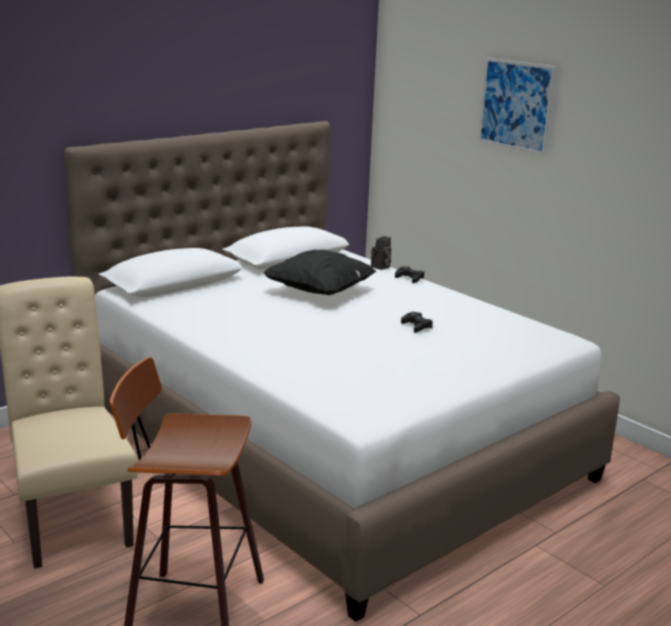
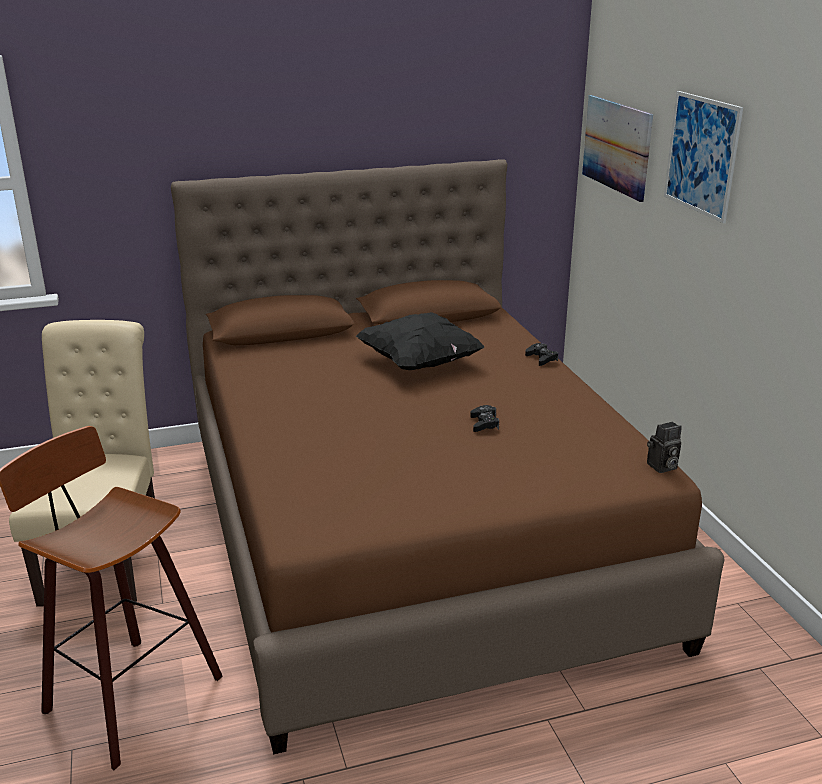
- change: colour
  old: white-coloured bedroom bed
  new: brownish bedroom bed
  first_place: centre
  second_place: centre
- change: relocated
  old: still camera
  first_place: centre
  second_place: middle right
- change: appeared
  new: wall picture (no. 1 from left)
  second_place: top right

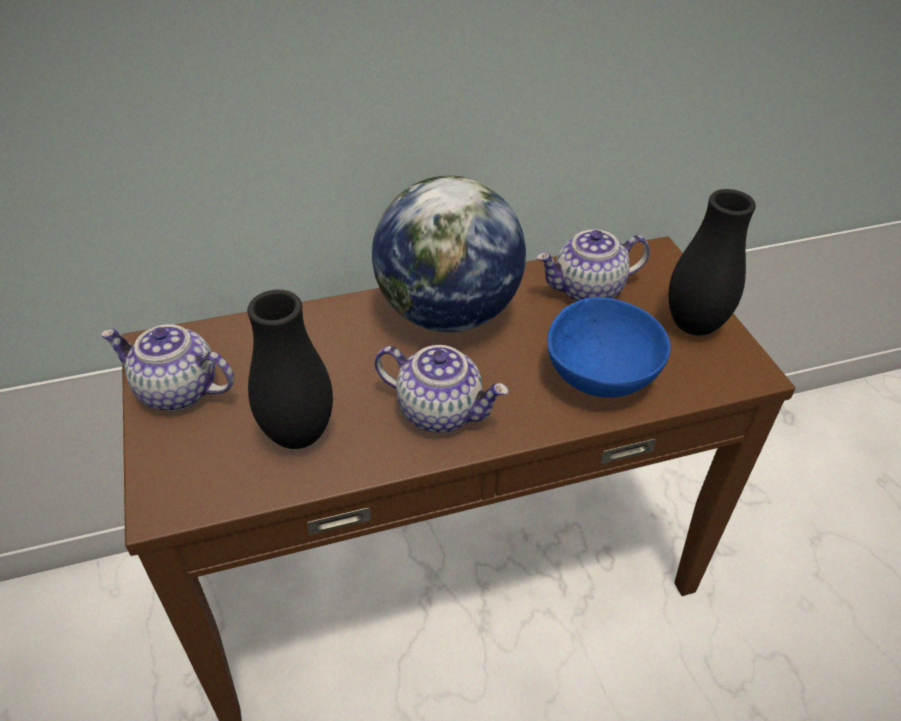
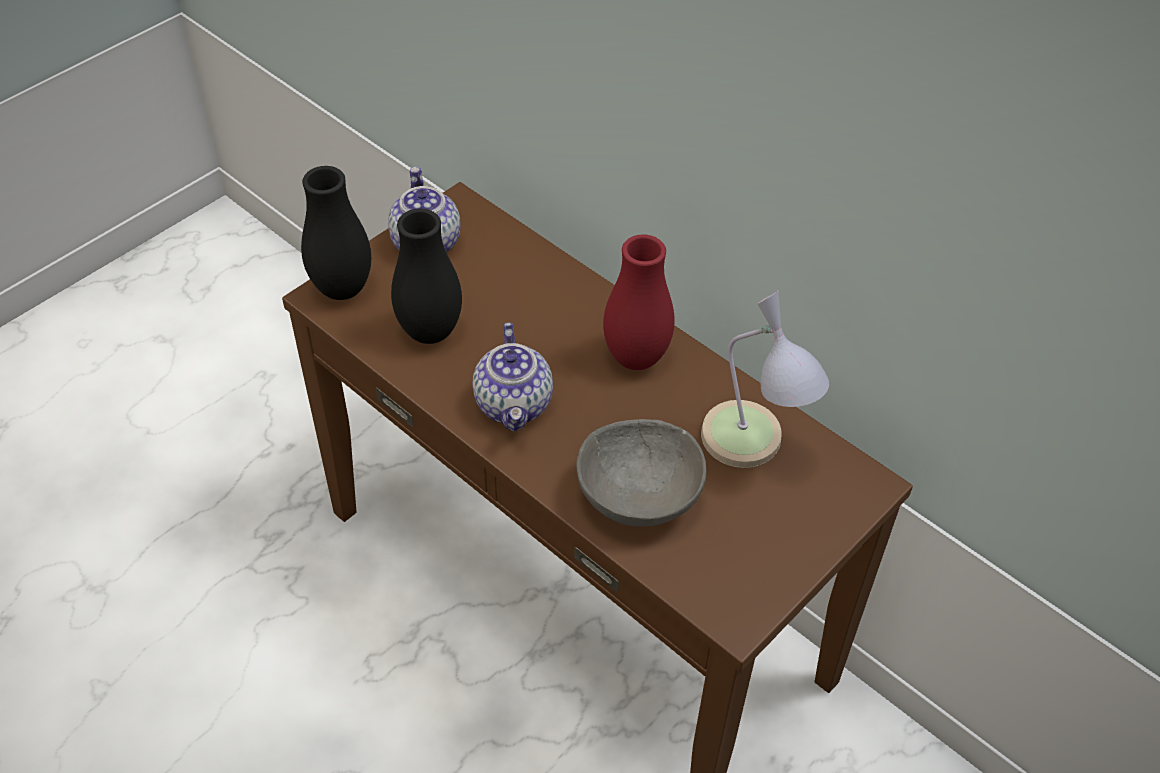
- change: exchanged
  old: world globe
  new: reddish vase
  first_place: centre
  second_place: centre
- change: relocated
  old: black vase (no. 2 from left in the first image)
  new: black vase (no. 1 from left)
  first_place: middle right
  second_place: top left
- change: exchanged
  old: pot for tea (no. 3 from left)
  new: tabletop lamp
  first_place: centre
  second_place: centre
- change: colour
  old: blue bowl
  new: greyish bowl
  first_place: middle right
  second_place: centre

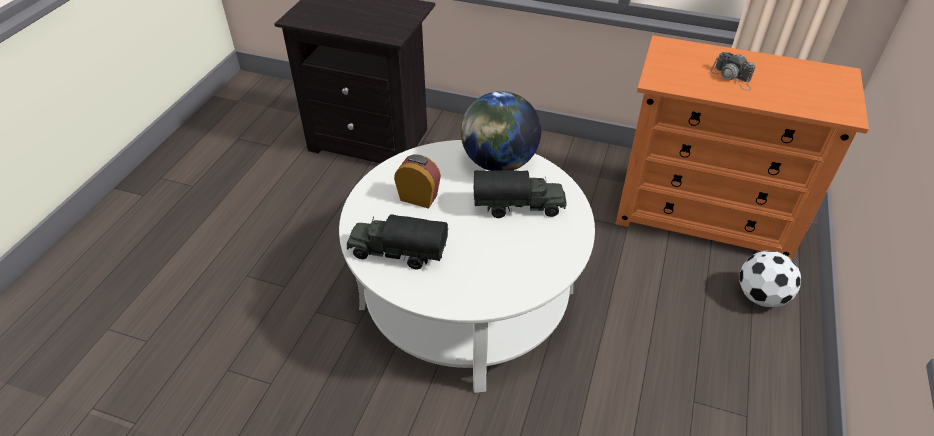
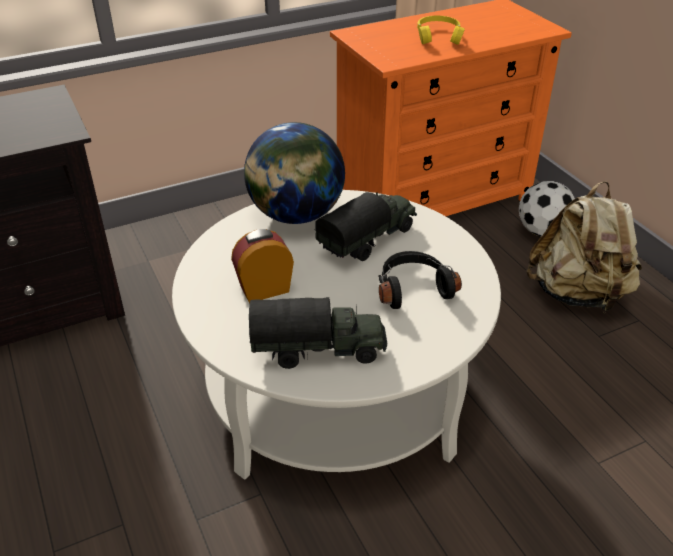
- change: exchanged
  old: still camera
  new: yellow pair of headphones
  first_place: top right
  second_place: top centre
- change: spun
  old: toy truck (no. 1 from left)
  first_place: centre
  second_place: centre
  degrees: -150
- change: appeared
  new: beige backpack
  second_place: middle right
- change: appeared
  new: black pair of headphones
  second_place: centre

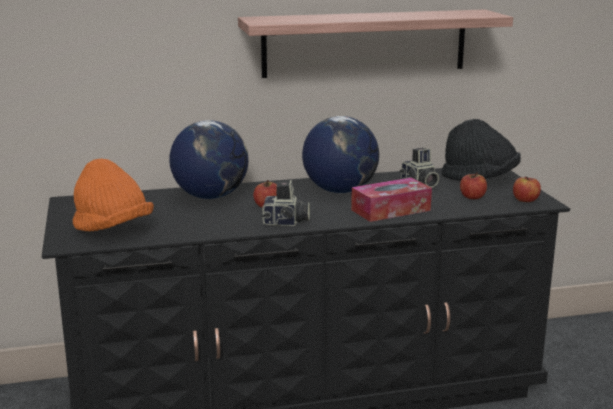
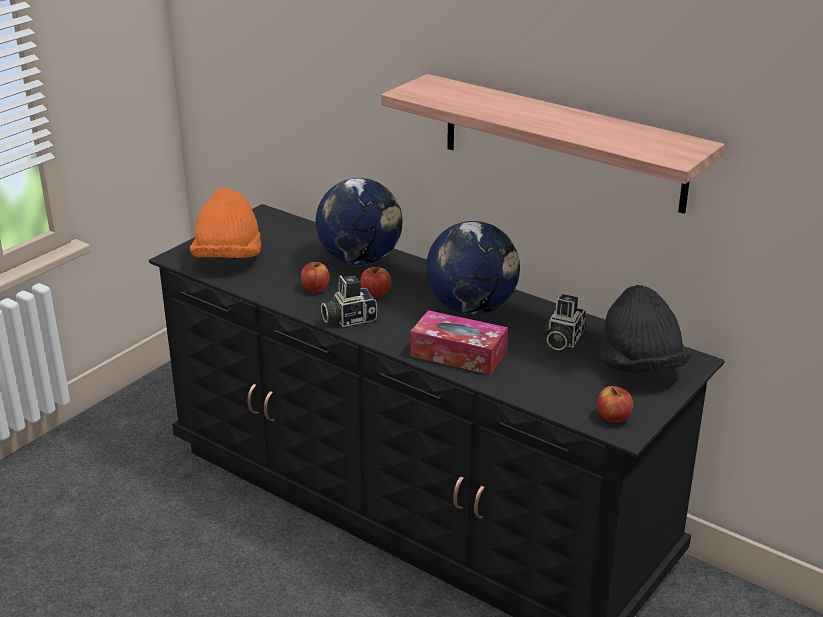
- change: relocated
  old: whole apple (no. 2 from left in the first image)
  new: whole apple (no. 1 from left)
  first_place: middle right
  second_place: centre
- change: spun
  old: still camera (no. 1 from left)
  first_place: centre
  second_place: centre
  degrees: 105

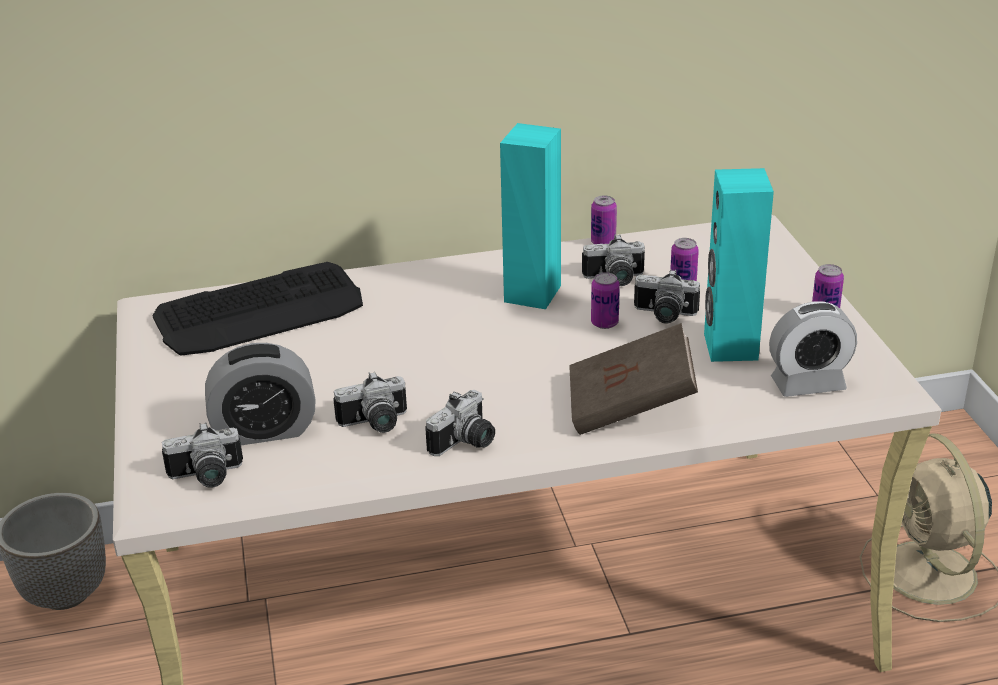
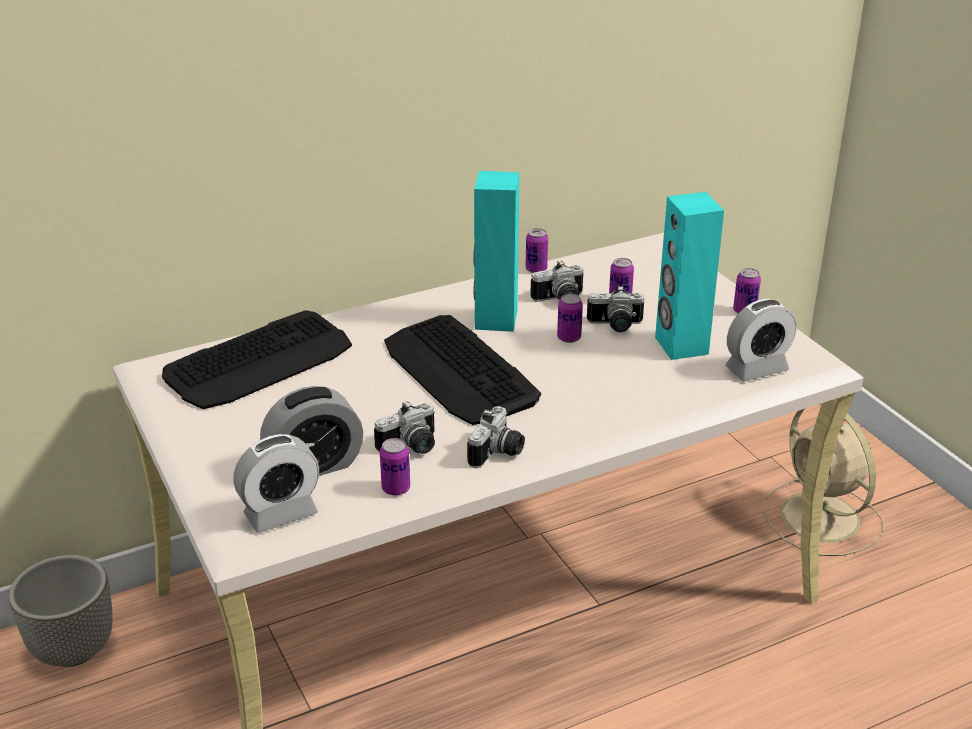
- change: missing
  old: brownish volume
  first_place: centre
- change: exchanged
  old: still camera (no. 1 from left)
  new: alarm clock (no. 1 from left)
  first_place: middle left
  second_place: middle left
- change: appeared
  new: keyboard (no. 2 from left)
  second_place: centre
- change: appeared
  new: metal can (no. 1 from left)
  second_place: centre

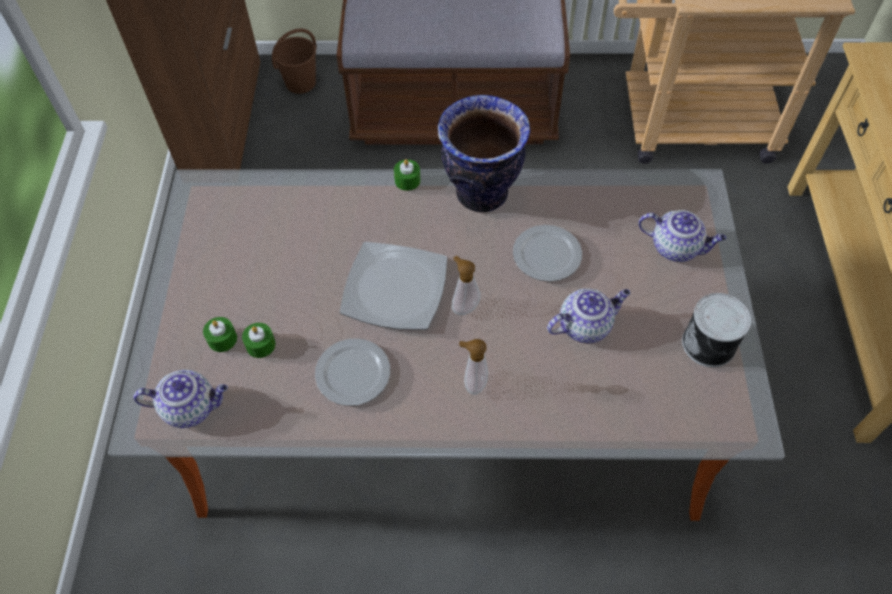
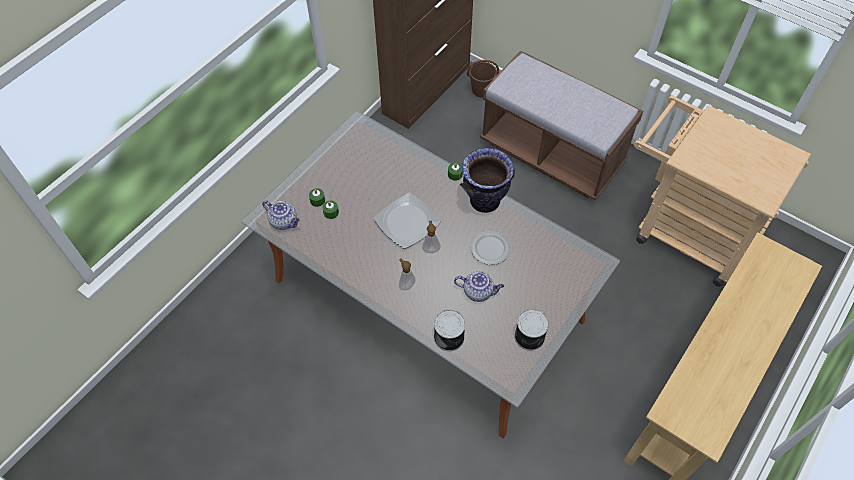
- change: missing
  old: pot for tea (no. 3 from left)
  first_place: middle right
- change: missing
  old: dinner plate (no. 1 from left)
  first_place: centre
- change: appeared
  new: metal can (no. 1 from left)
  second_place: bottom centre

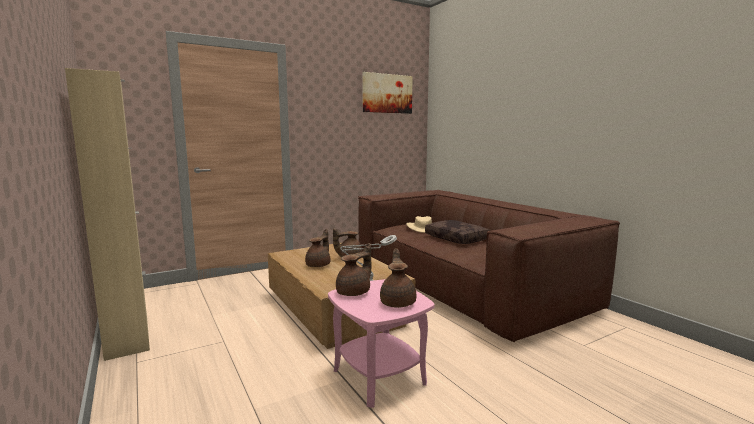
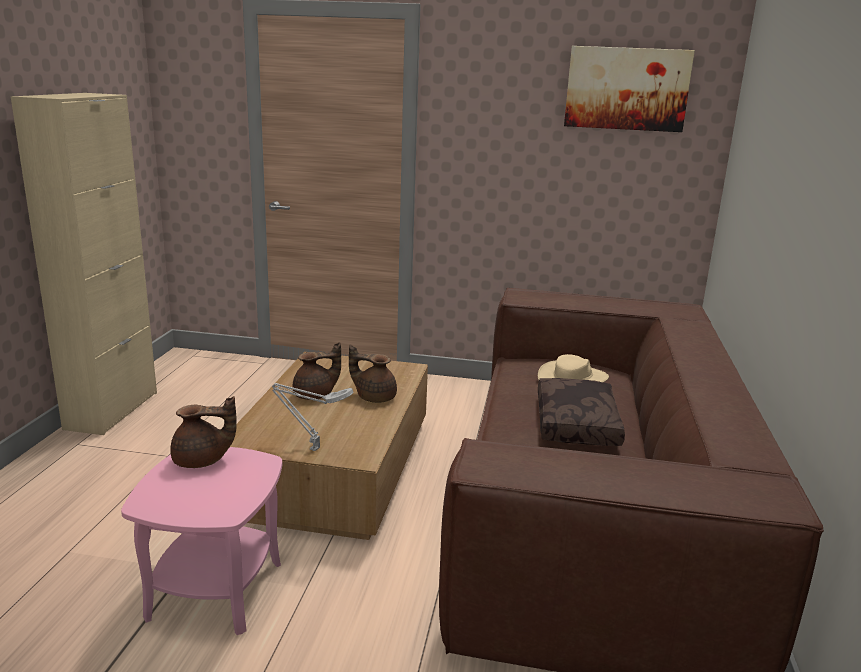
- change: missing
  old: brownish pot for tea (no. 4 from left)
  first_place: centre

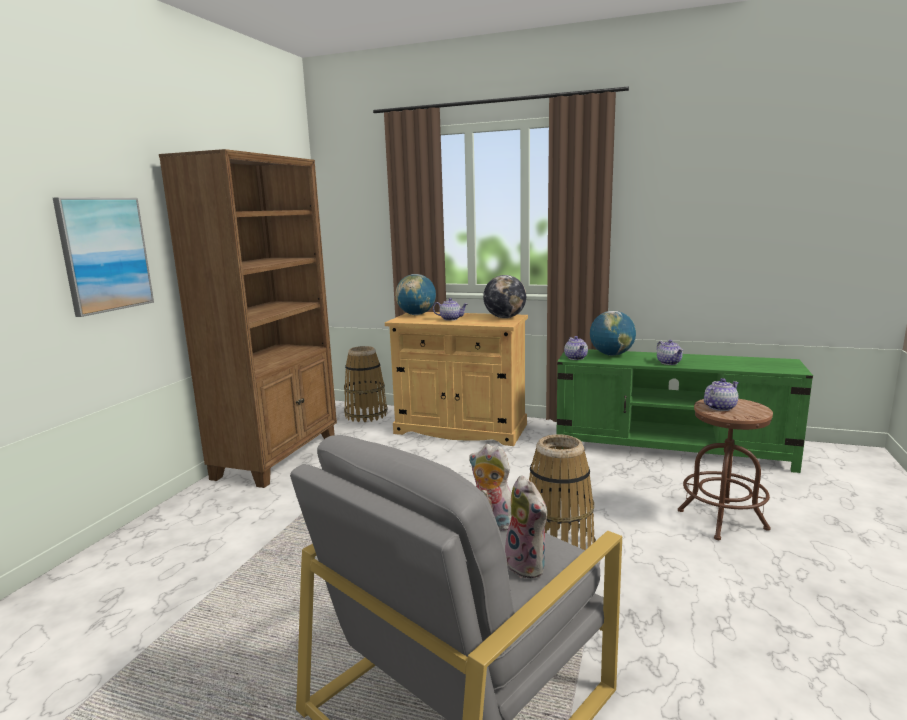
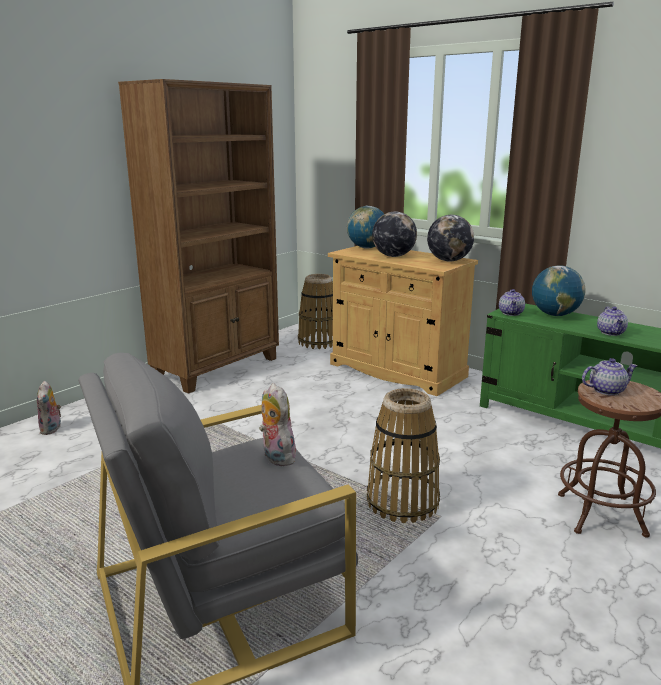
- change: missing
  old: wall picture
  first_place: middle left
- change: exchanged
  old: pot for tea (no. 1 from left)
  new: world globe (no. 2 from left)
  first_place: centre
  second_place: centre
- change: relocated
  old: plush toy (no. 2 from left in the first image)
  new: plush toy (no. 1 from left)
  first_place: bottom centre
  second_place: middle left

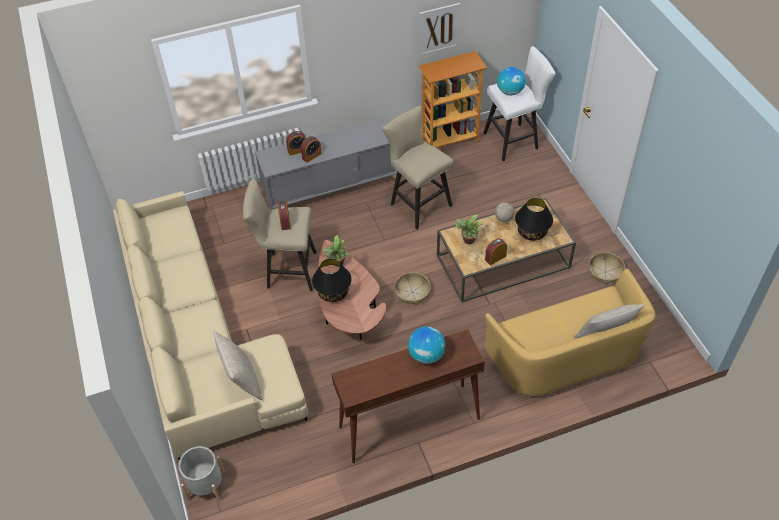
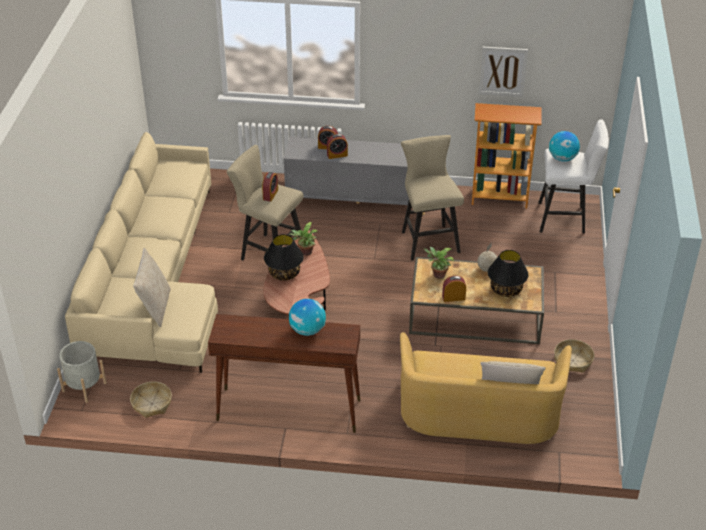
- change: relocated
  old: storage basket (no. 1 from left)
  first_place: centre
  second_place: bottom left

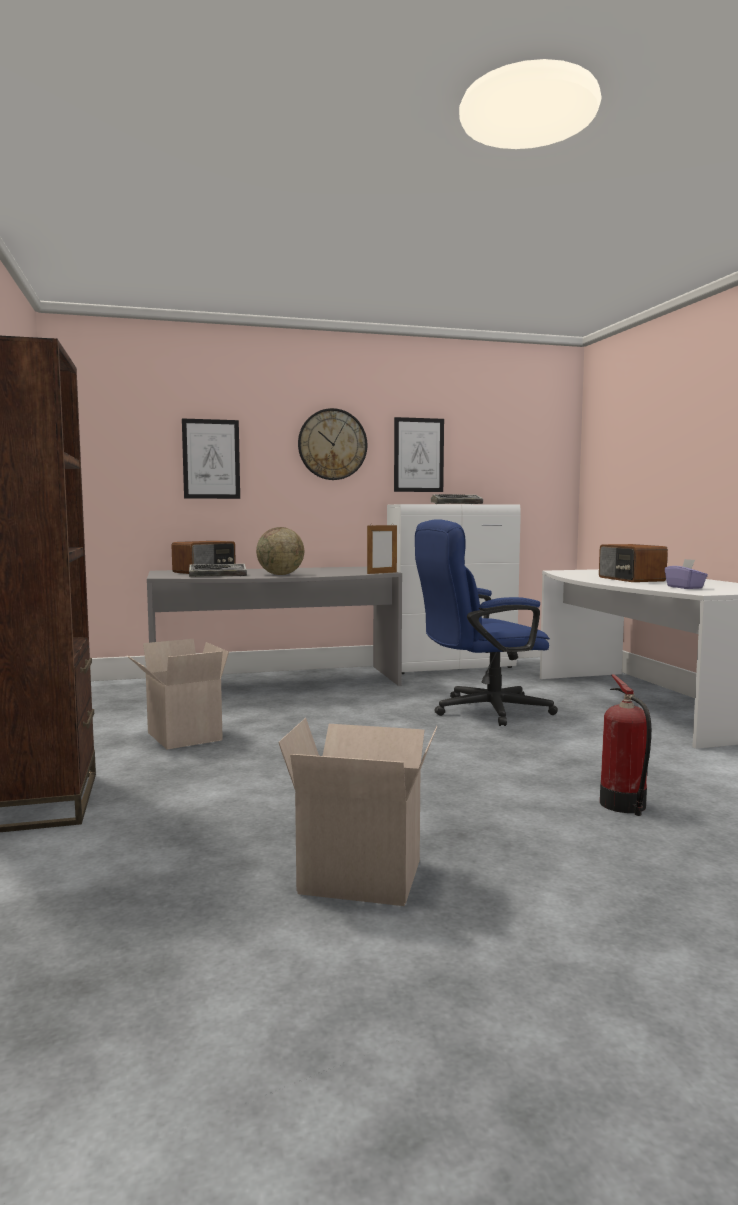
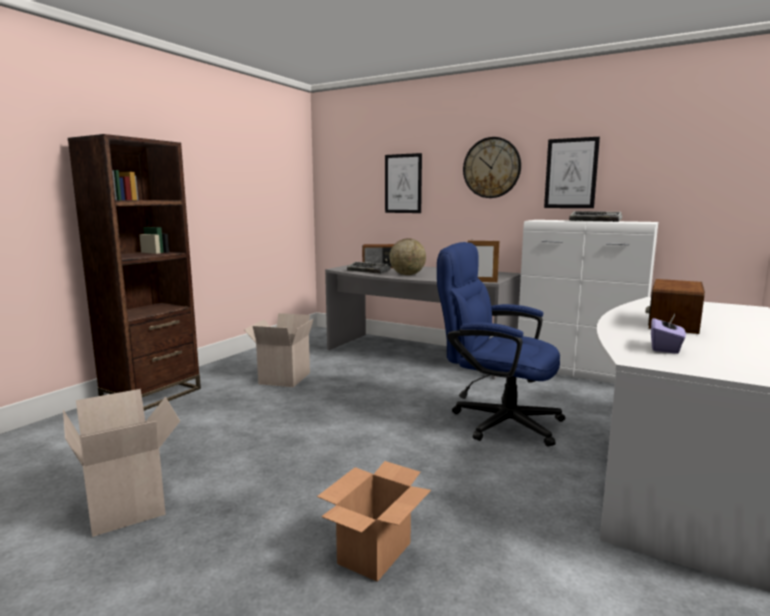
- change: exchanged
  old: fire extinguisher
  new: carton (no. 3 from left)
  first_place: middle right
  second_place: bottom centre

